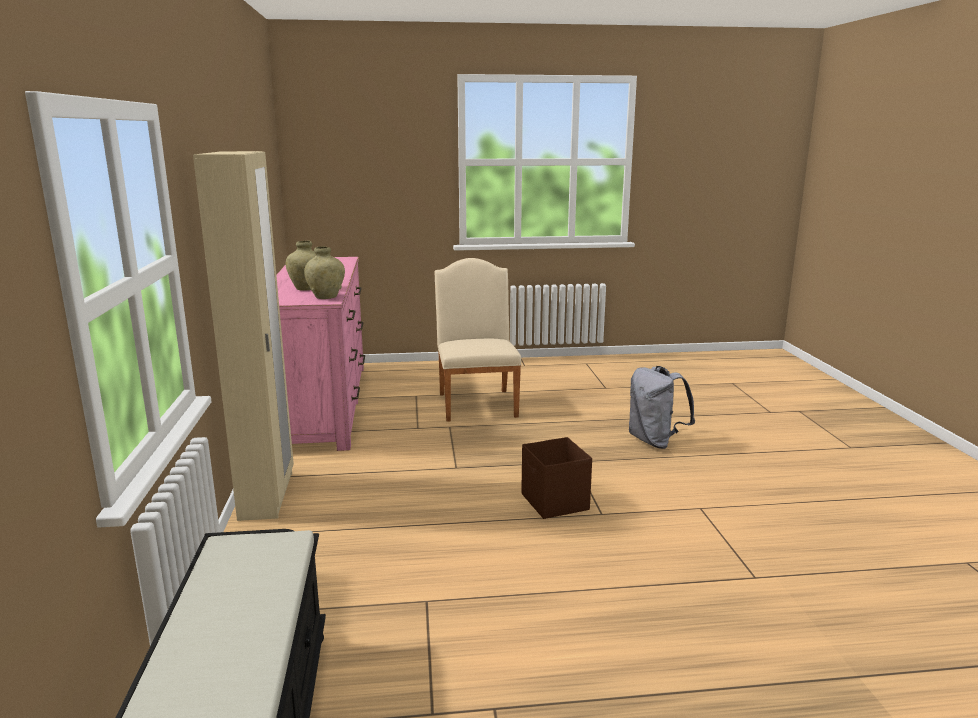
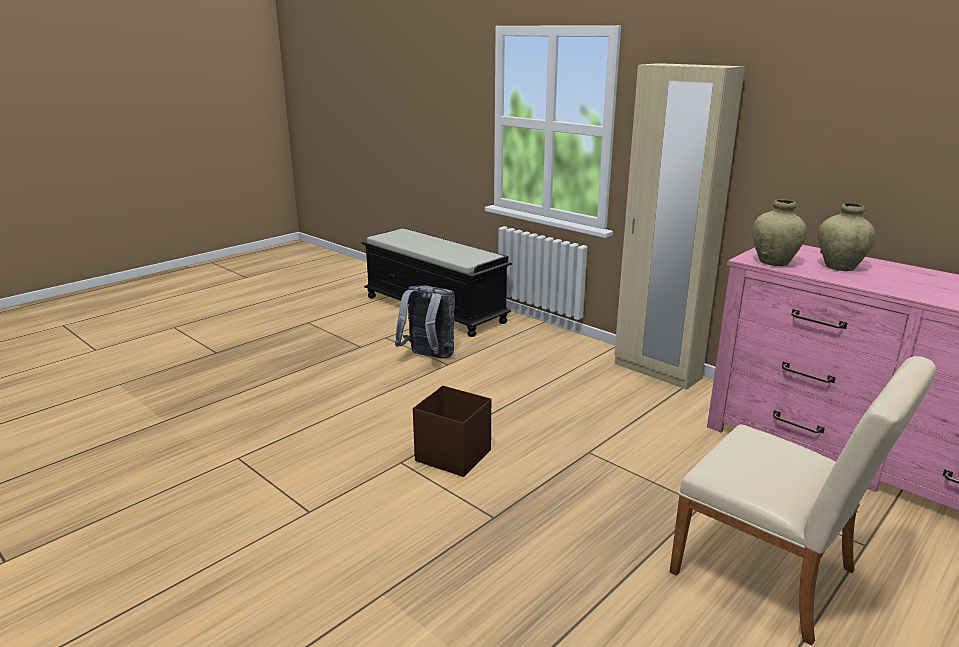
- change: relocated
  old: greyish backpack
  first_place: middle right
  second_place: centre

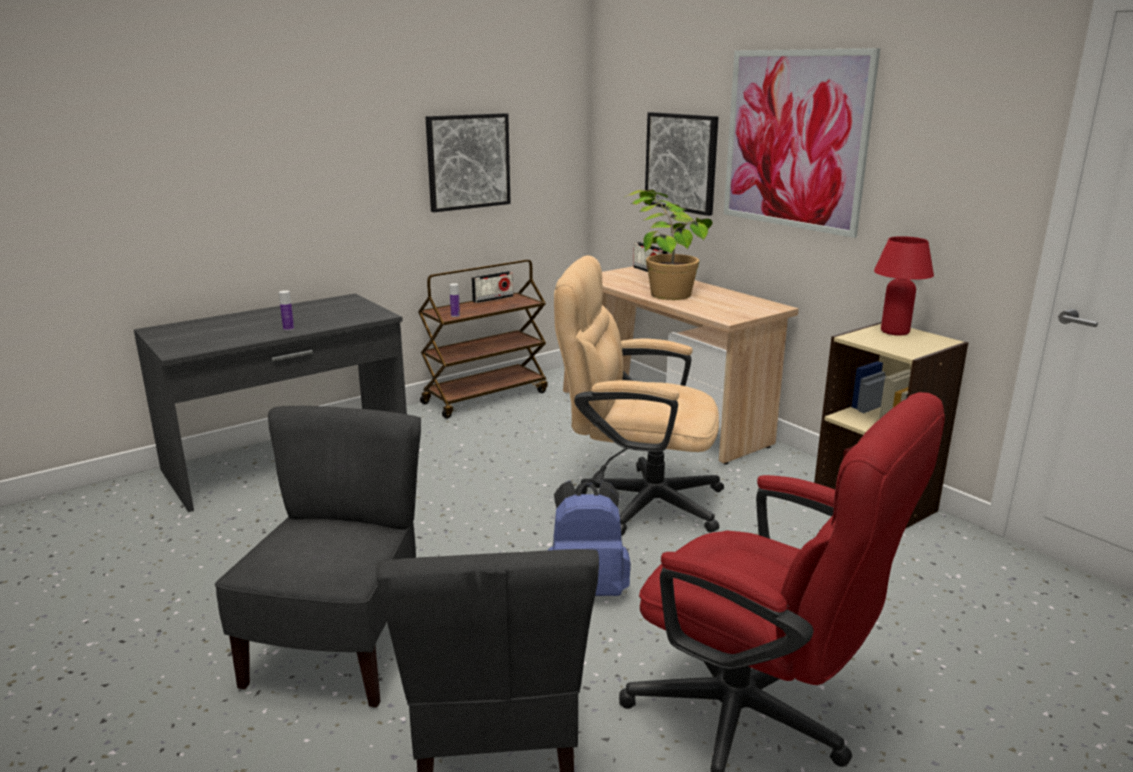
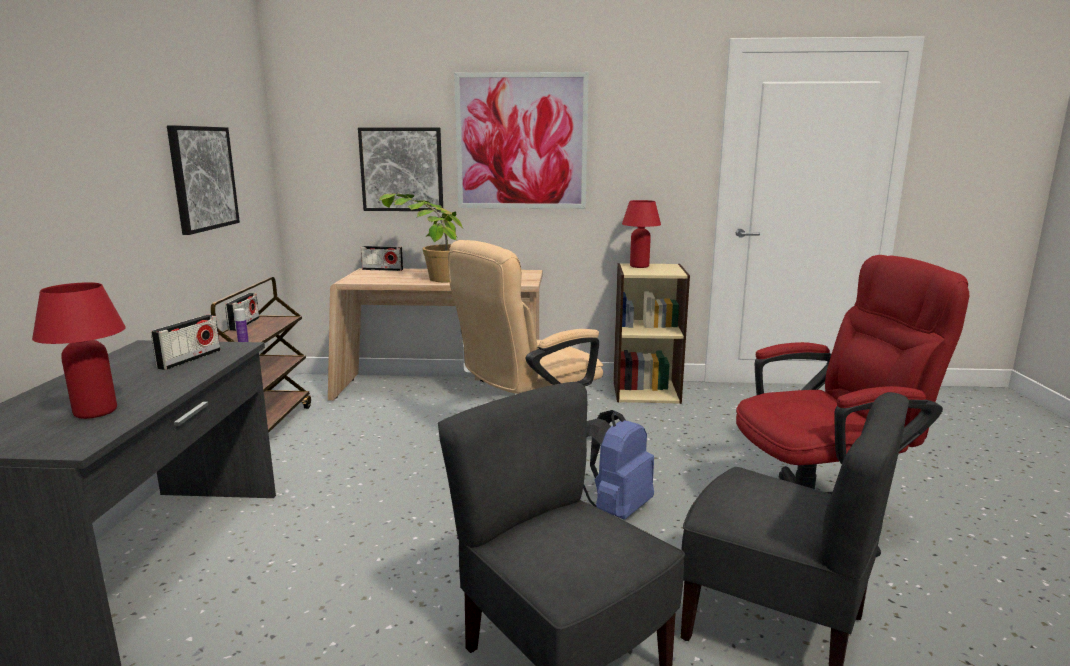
- change: missing
  old: drink bottle (no. 1 from left)
  first_place: middle left
- change: appeared
  new: reddish tabletop lamp (no. 1 from left)
  second_place: middle left
- change: appeared
  new: radio set (no. 1 from left)
  second_place: middle left

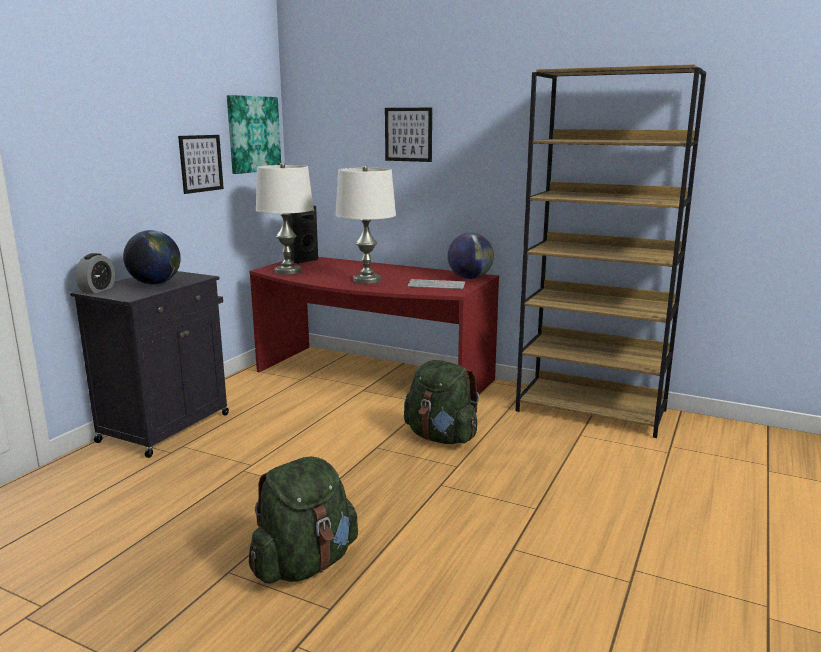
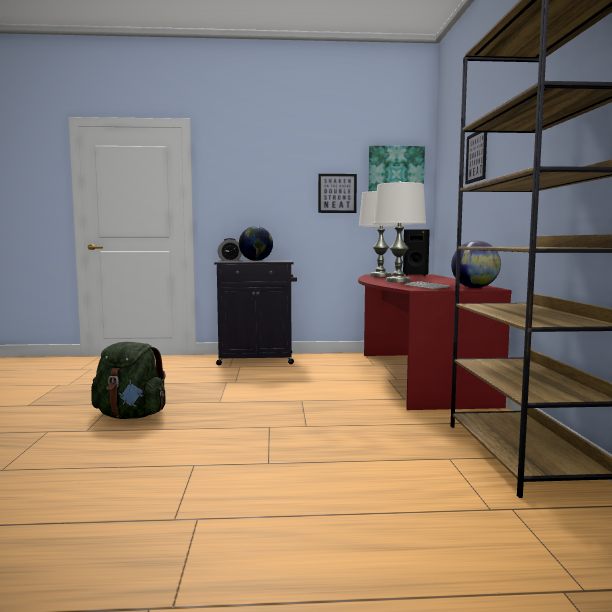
- change: missing
  old: green-coloured backpack (no. 2 from left)
  first_place: centre

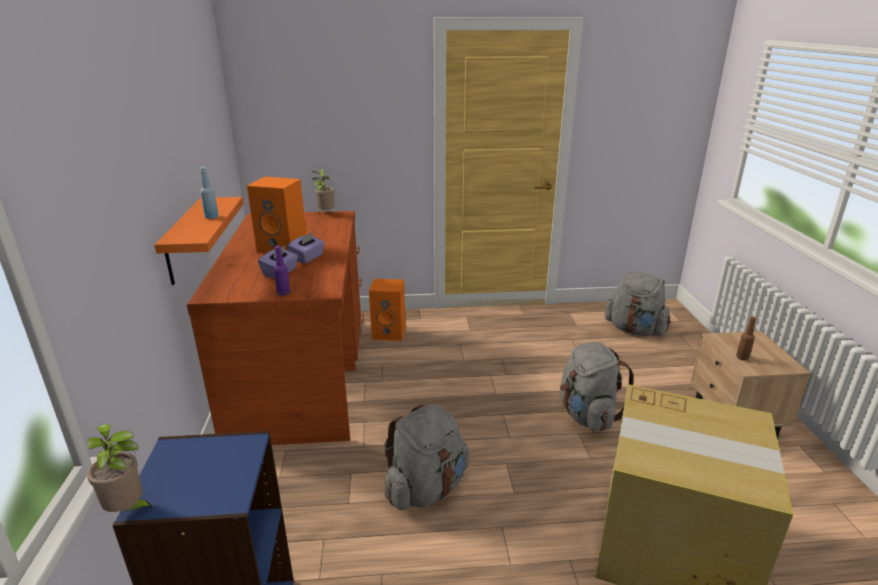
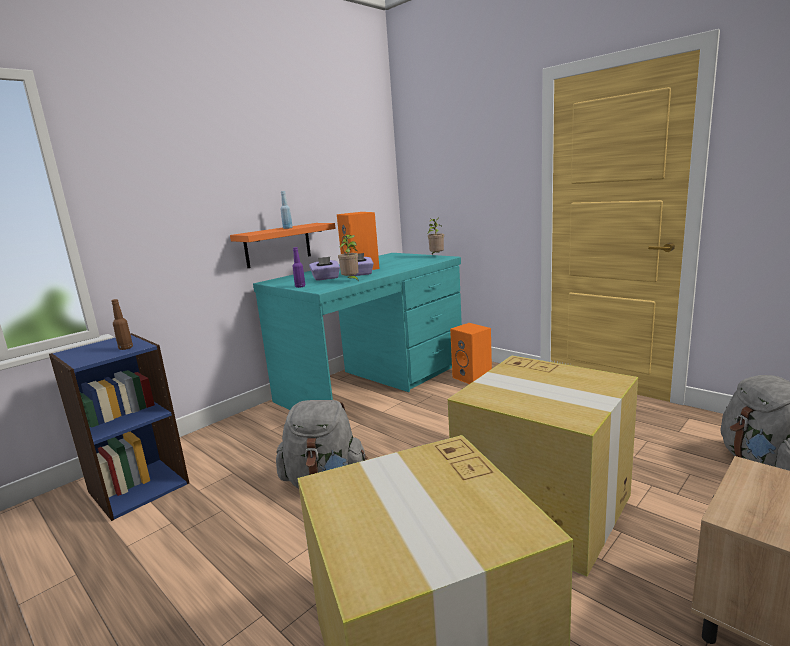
- change: colour
  old: brownish desk unit
  new: turquoise-coloured desk unit
  first_place: middle left
  second_place: centre
- change: relocated
  old: brownish drink bottle
  first_place: middle right
  second_place: middle left
- change: exchanged
  old: greyish backpack (no. 2 from left)
  new: carton (no. 2 from left)
  first_place: middle right
  second_place: bottom right
- change: relocated
  old: plant in a pot (no. 1 from left)
  first_place: bottom left
  second_place: centre

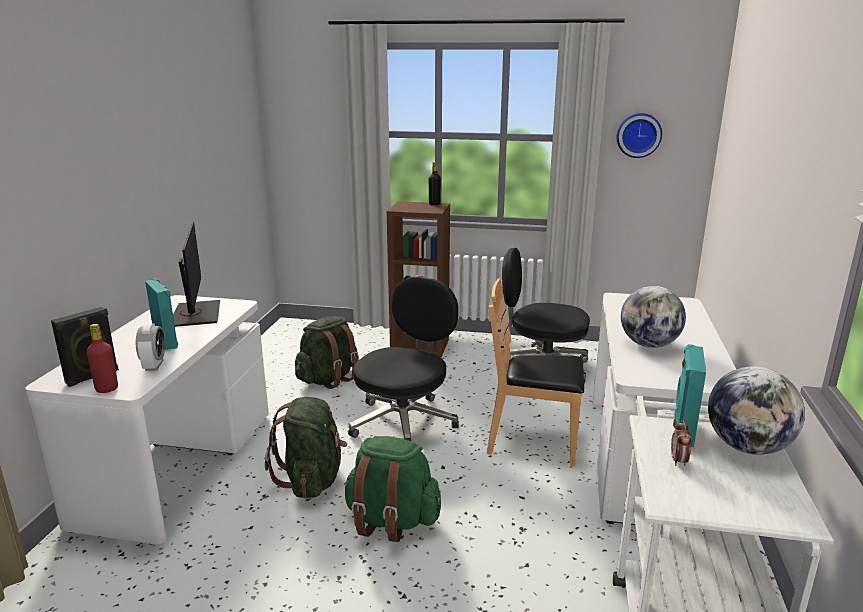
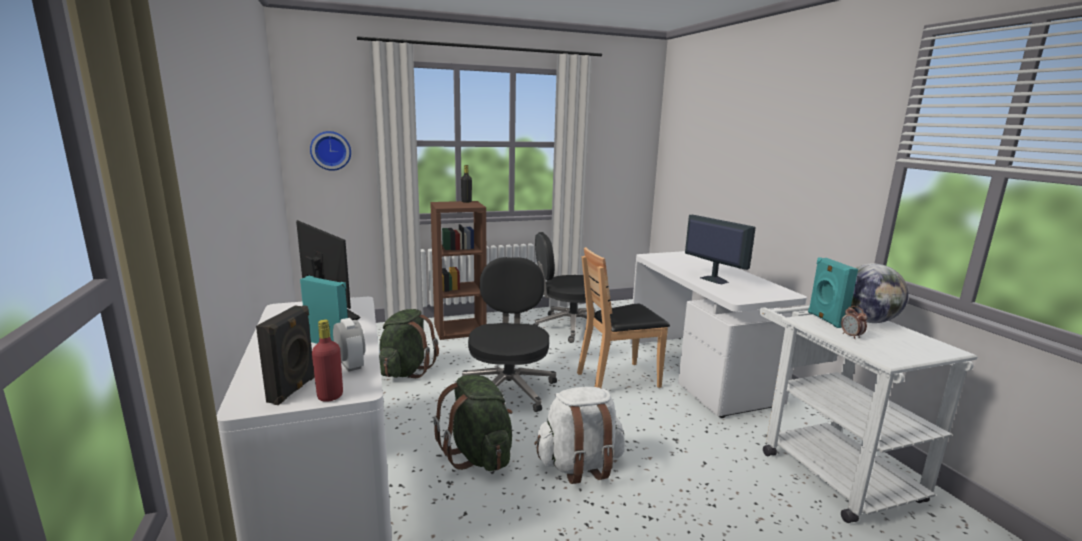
- change: relocated
  old: wall clock
  first_place: top right
  second_place: top left
- change: exchanged
  old: world globe (no. 1 from left)
  new: monitor (no. 2 from left)
  first_place: middle right
  second_place: centre
- change: colour
  old: green-coloured backpack (no. 3 from left)
  new: white-coloured backpack
  first_place: bottom centre
  second_place: bottom centre

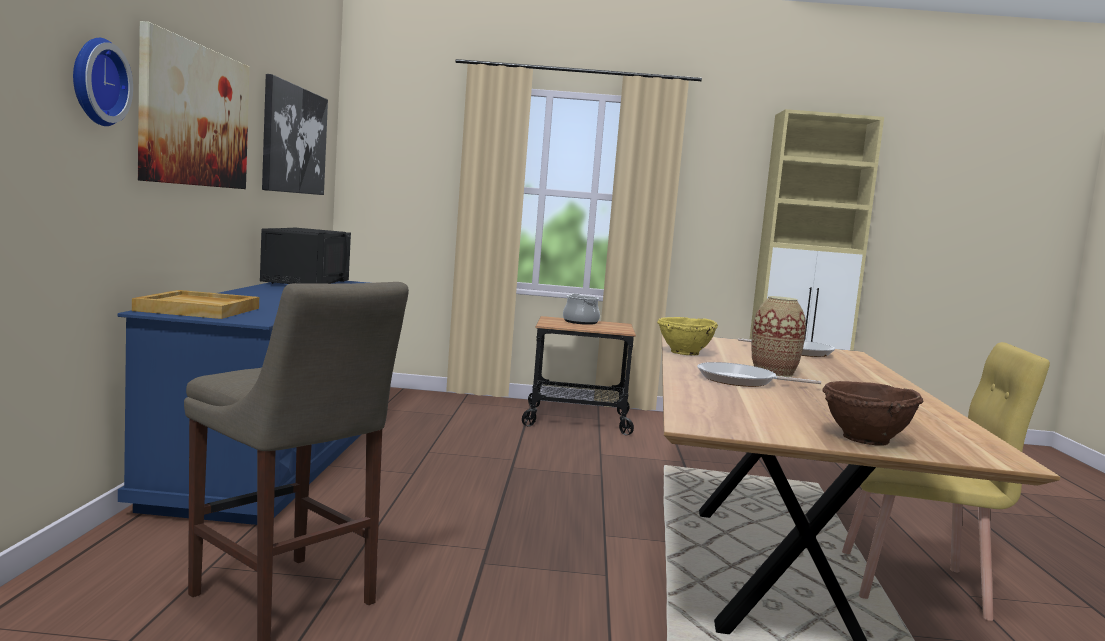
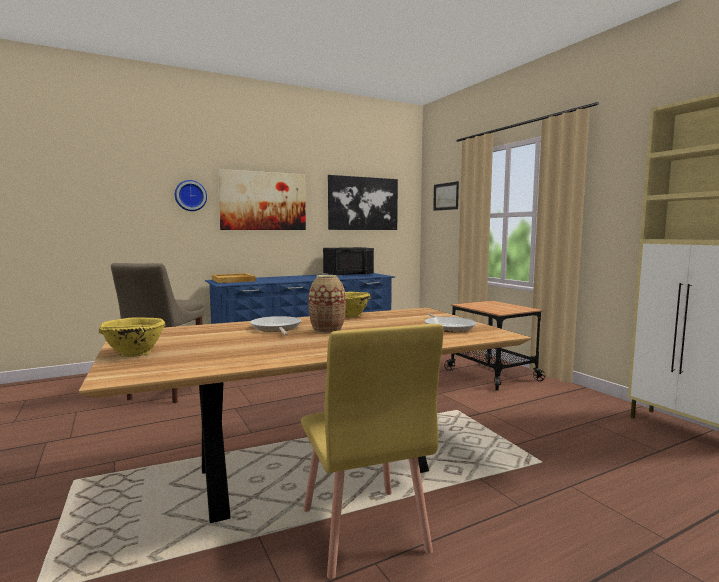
- change: missing
  old: cooking pot
  first_place: centre
- change: colour
  old: brownish bowl
  new: yellow bowl (no. 1 from left)
  first_place: middle right
  second_place: middle left
- change: appeared
  new: wall picture (no. 3 from left)
  second_place: centre

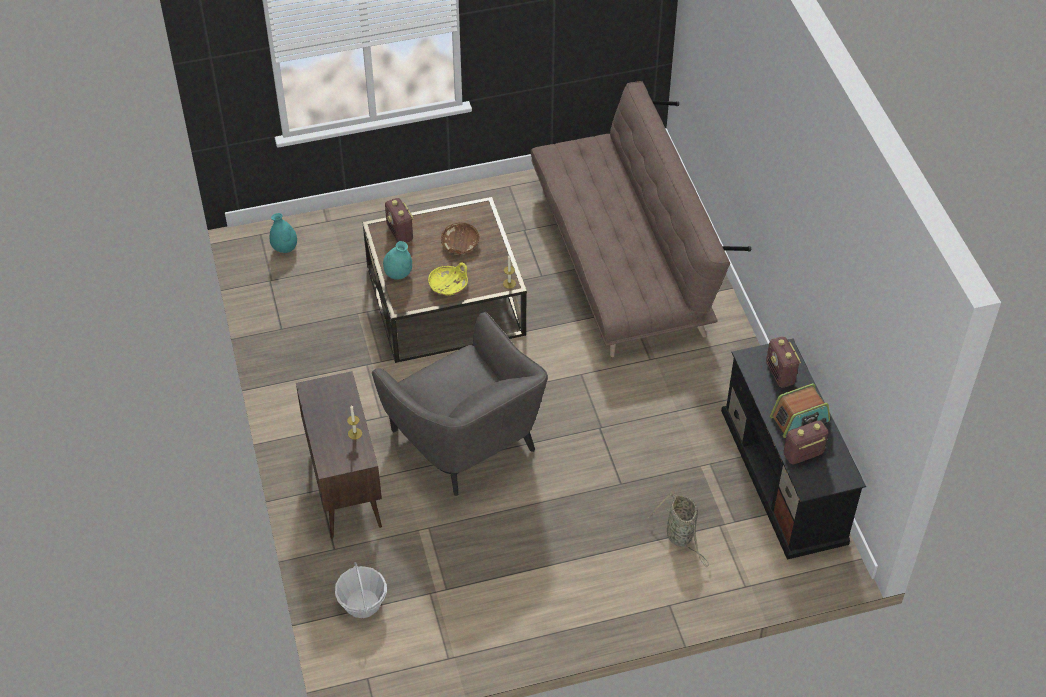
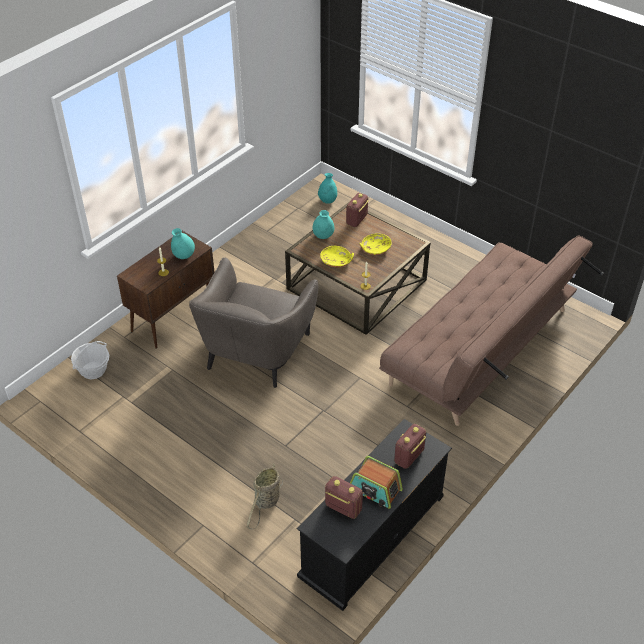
- change: colour
  old: brownish bowl
  new: yellow bowl (no. 2 from left)
  first_place: centre
  second_place: centre
- change: appeared
  new: turquoise-coloured vase (no. 1 from left)
  second_place: middle left

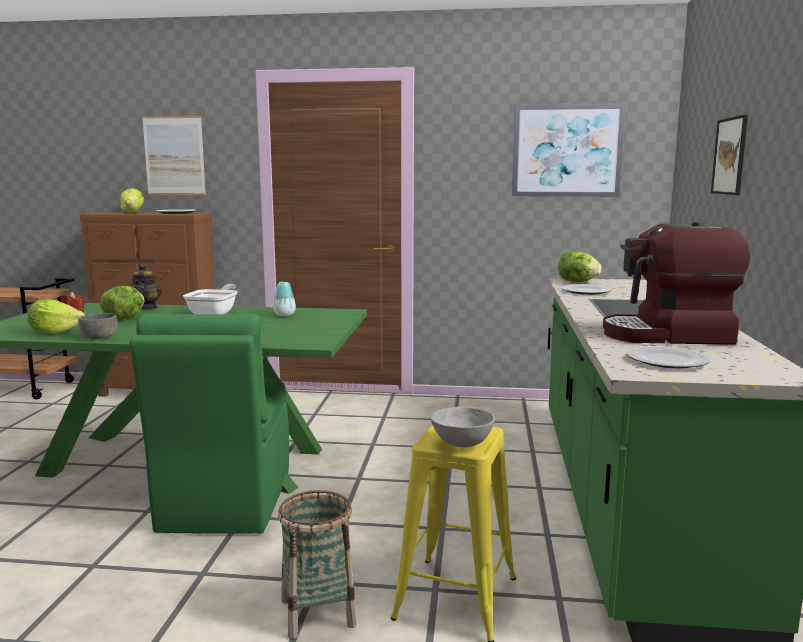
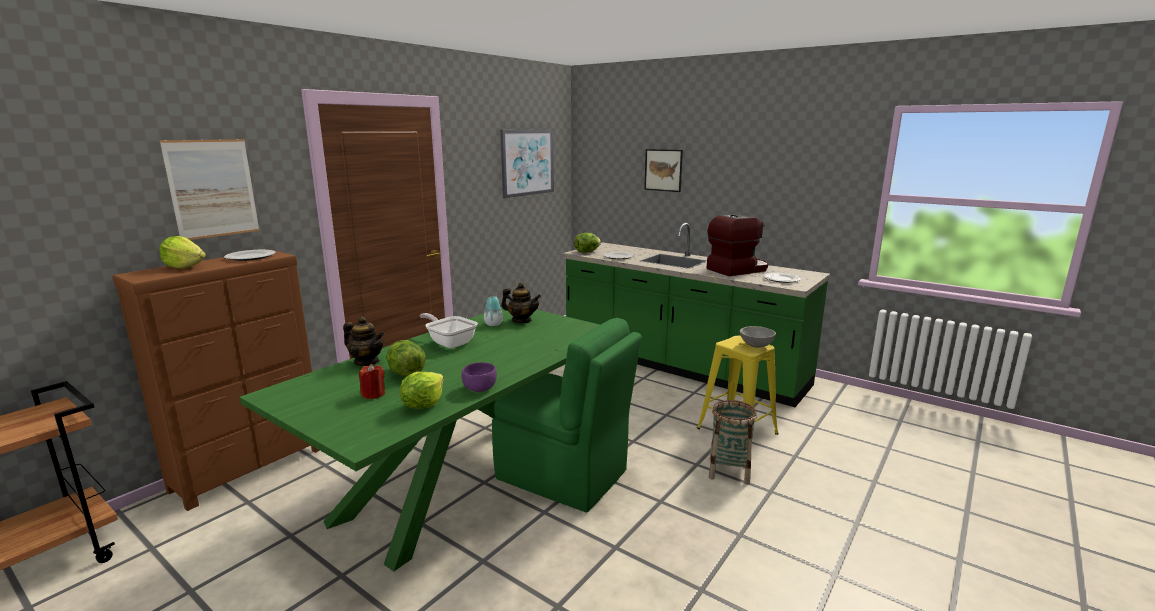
- change: spun
  old: coffee machine
  first_place: middle right
  second_place: centre
  degrees: -150
- change: colour
  old: greyish bowl (no. 1 from left)
  new: purple-coloured bowl
  first_place: middle left
  second_place: centre
- change: appeared
  new: pot for tea (no. 2 from left)
  second_place: centre

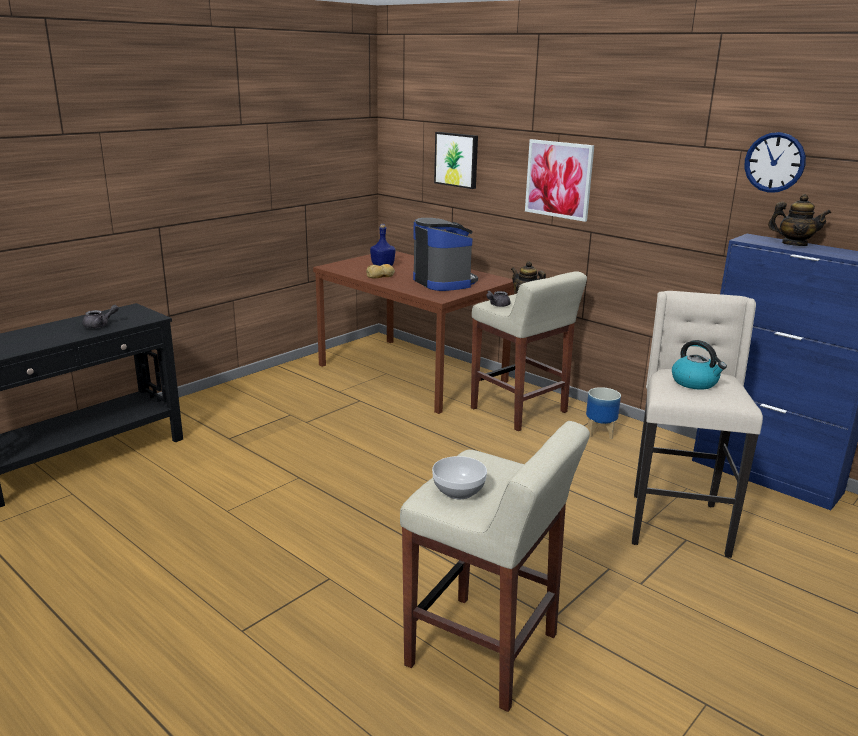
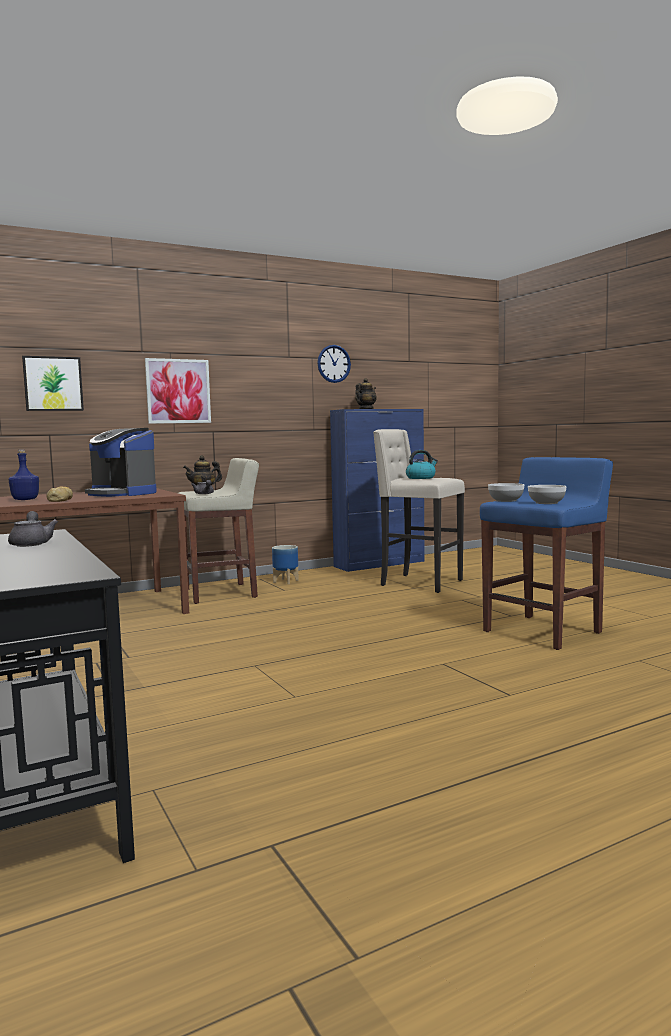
- change: spun
  old: coffee machine
  first_place: centre
  second_place: middle left
  degrees: -135
- change: colour
  old: beige stool (no. 1 from left)
  new: blue stool
  first_place: bottom centre
  second_place: middle right
- change: appeared
  new: bowl (no. 1 from left)
  second_place: middle right

